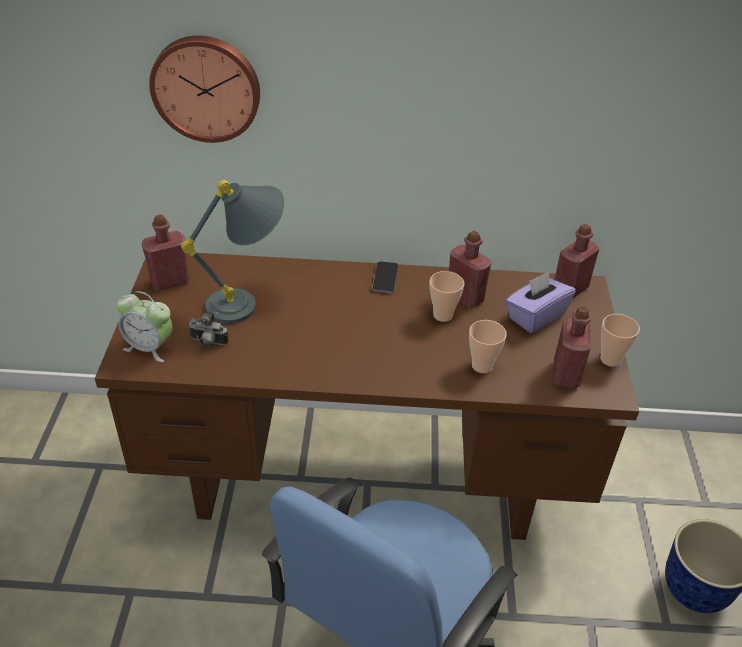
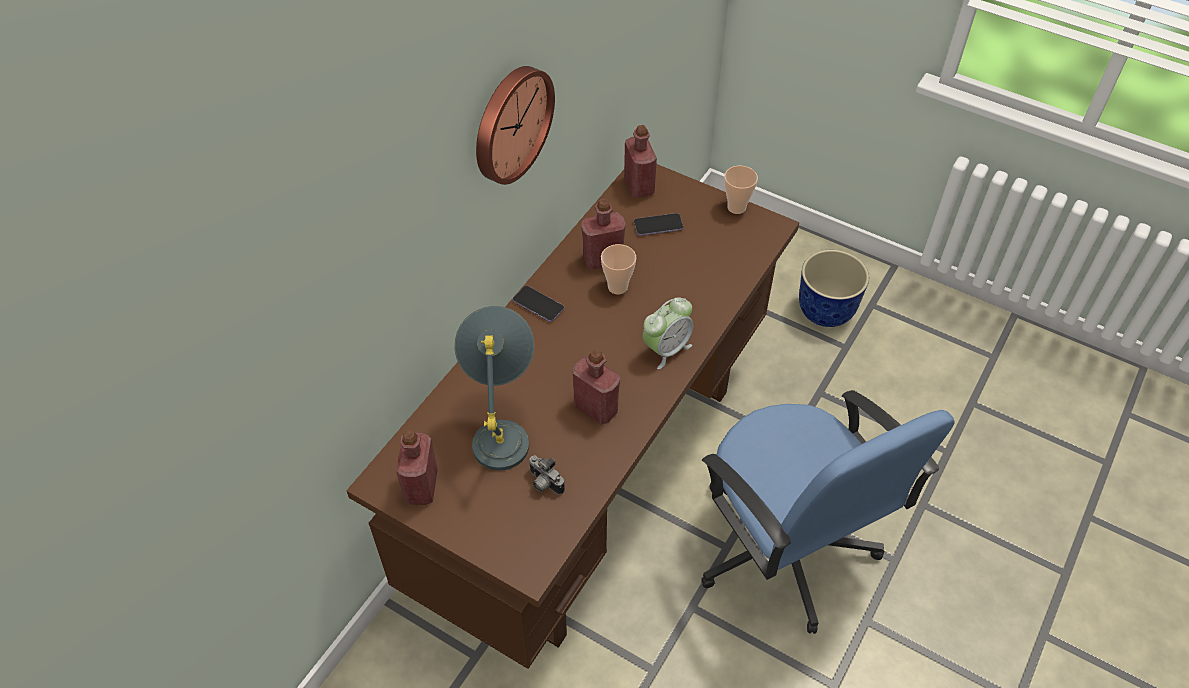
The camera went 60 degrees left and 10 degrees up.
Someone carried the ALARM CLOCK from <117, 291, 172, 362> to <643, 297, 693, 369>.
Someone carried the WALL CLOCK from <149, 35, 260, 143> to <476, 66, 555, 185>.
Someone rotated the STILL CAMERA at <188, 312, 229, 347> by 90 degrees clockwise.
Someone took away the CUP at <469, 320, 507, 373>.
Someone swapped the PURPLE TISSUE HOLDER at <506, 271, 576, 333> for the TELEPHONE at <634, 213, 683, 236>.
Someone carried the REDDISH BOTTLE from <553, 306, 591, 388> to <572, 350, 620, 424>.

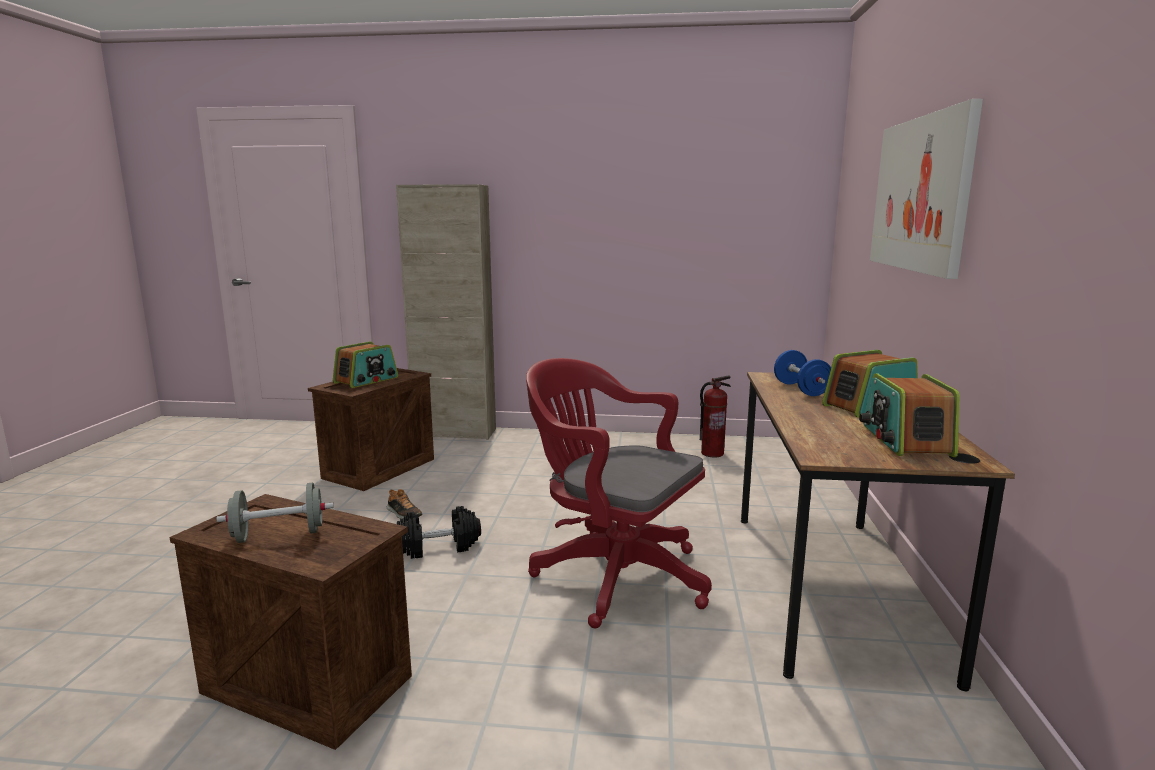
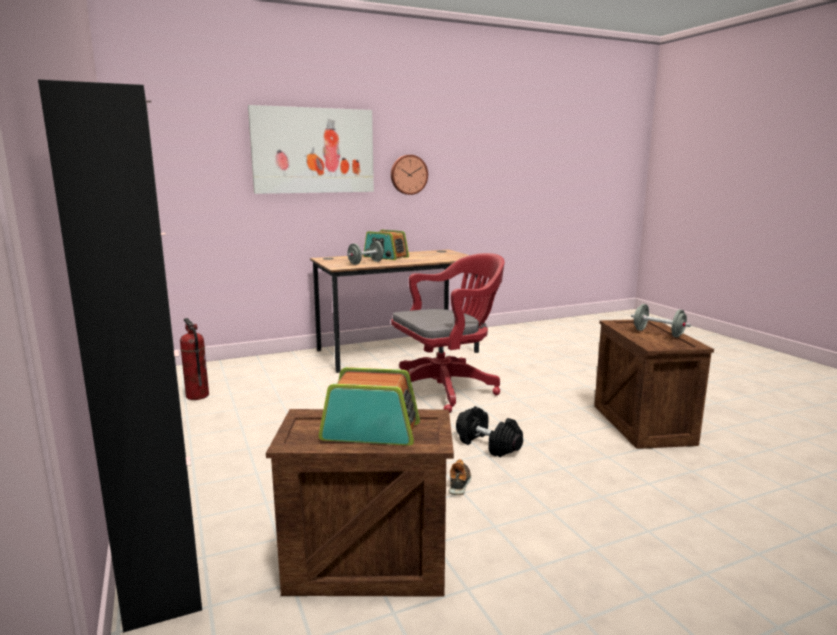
The camera went 120 degrees left and 0 degrees up.
Someone repainted the SAND-COLOURED CABINET at <396, 184, 496, 440>, which became the BLACKISH CABINET at <38, 80, 202, 632>.
Someone rotated the REDDISH OFFICE CHAIR at <526, 358, 712, 628> by 120 degrees counterclockwise.
Someone repainted the BLUISH HAND WEIGHT at <774, 350, 831, 396>, which became the GREYISH HAND WEIGHT at <347, 241, 384, 265>.
Someone took away the RADIO RECEIVER at <859, 374, 960, 457>.
Someone put up the WALL CLOCK at <391, 155, 428, 195>.

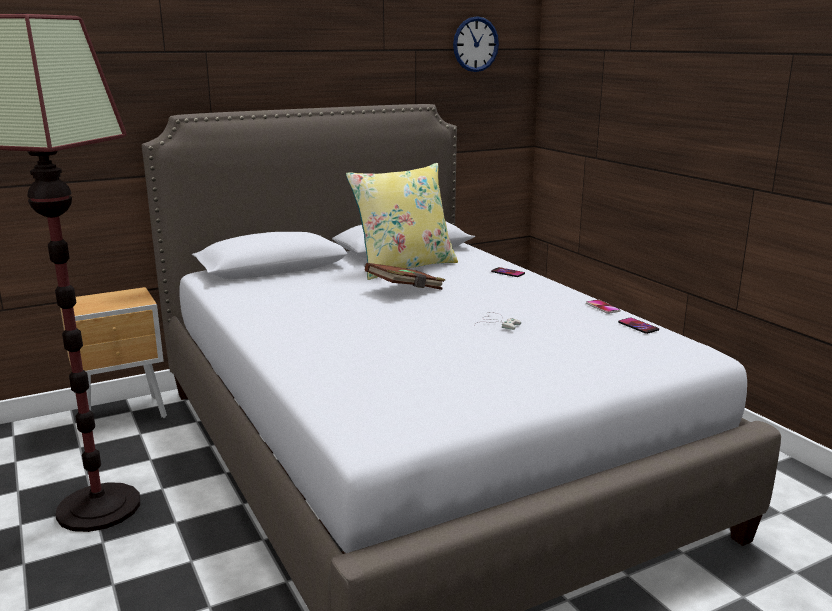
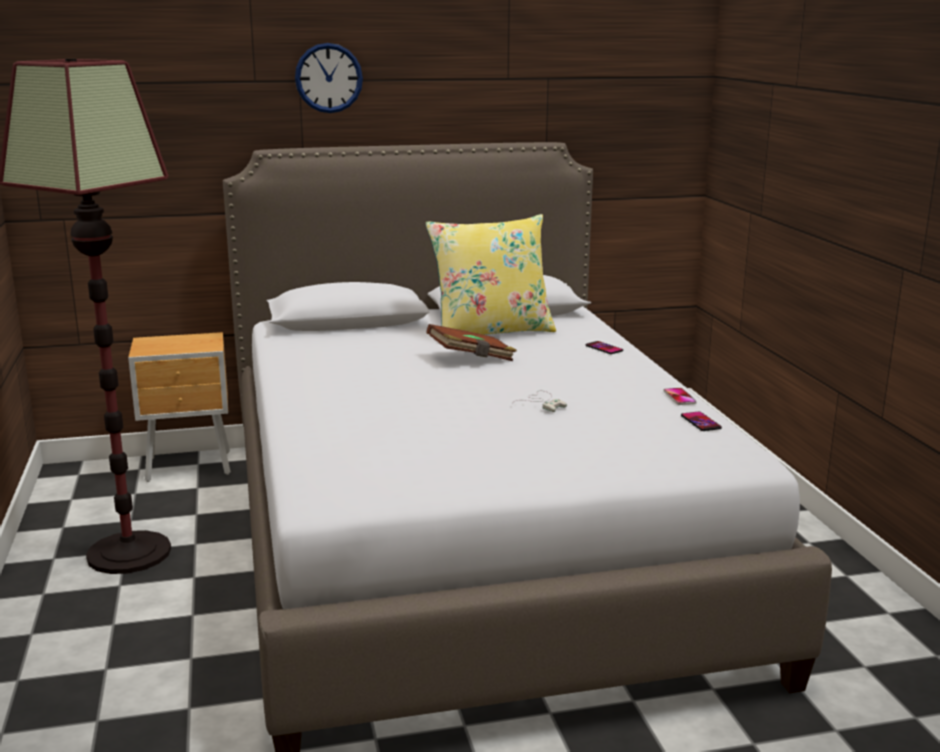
The camera went 15 degrees right and 0 degrees up.
Someone carried the WALL CLOCK from <453, 16, 499, 72> to <295, 43, 363, 113>.

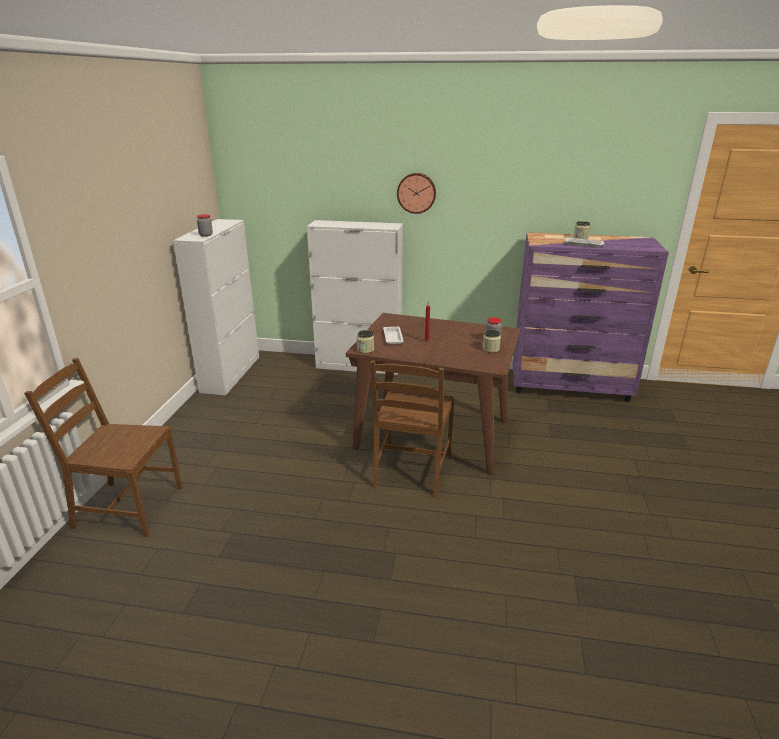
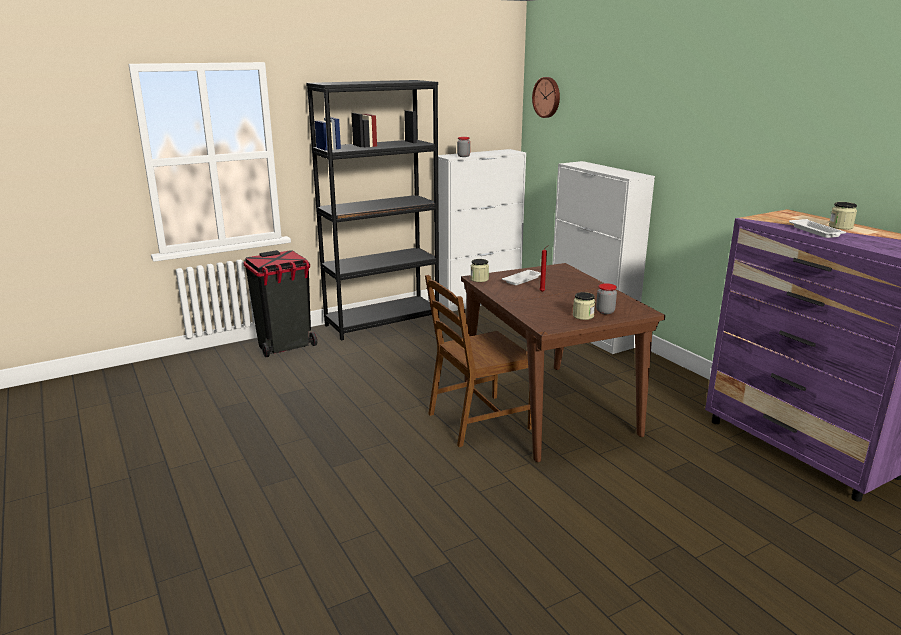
The camera went 50 degrees right and 5 degrees down.
Someone swapped the BROWN CHAIR at <24, 358, 183, 537> for the BLACKISH TRASH CAN at <244, 250, 317, 357>.
Someone carried the WALL CLOCK from <397, 173, 436, 214> to <532, 77, 560, 118>.
Someone put down the BLACKISH BOOKCASE at <306, 80, 439, 341>.

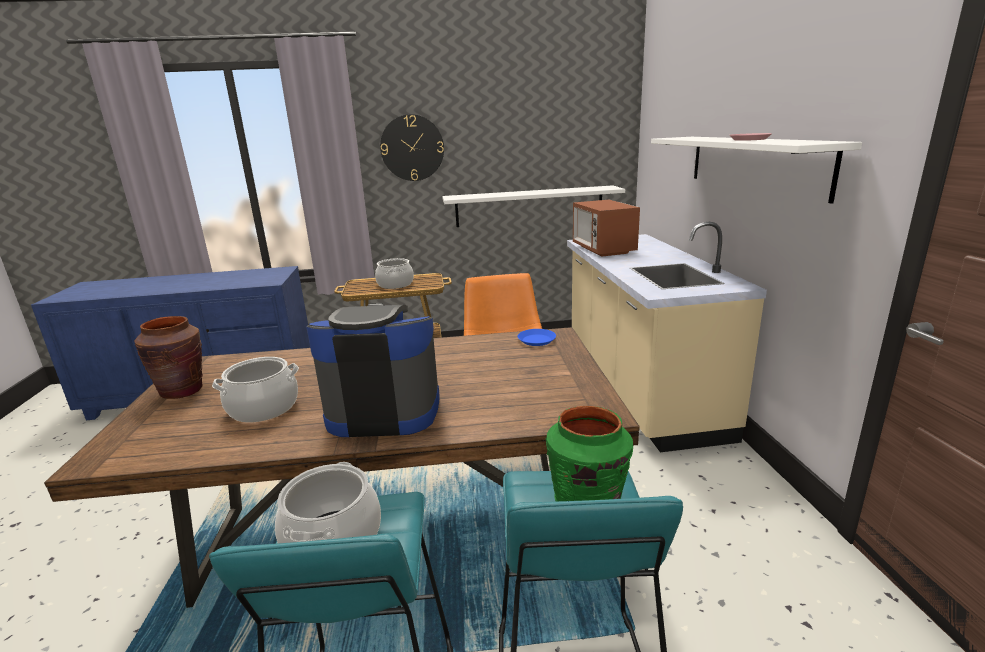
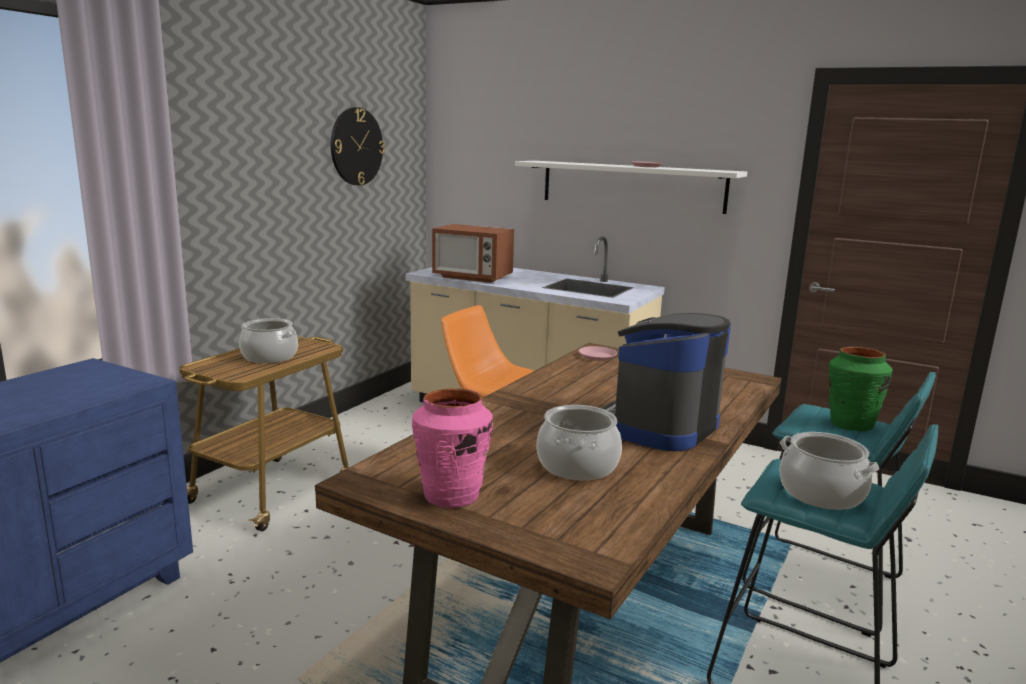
The camera went 55 degrees left and 5 degrees down.
Someone repainted the BROWN FLOWER VASE at <135, 316, 203, 399>, which became the PINKISH FLOWER VASE at <412, 388, 493, 508>.
Someone carried the WALL CLOCK from <380, 114, 444, 181> to <331, 107, 385, 186>.
Someone took away the WHITE-COLOURED SHELF at <442, 185, 625, 227>.
Someone repainted the BLUISH DINNER PLATE at <518, 329, 556, 346>, which became the PINKISH DINNER PLATE at <579, 346, 617, 361>.

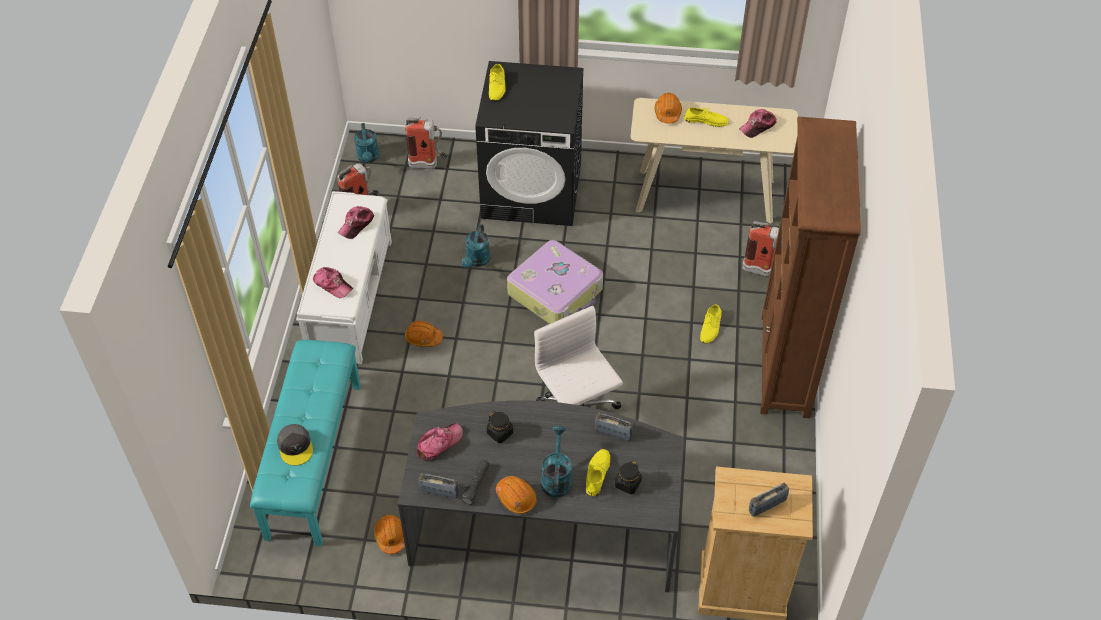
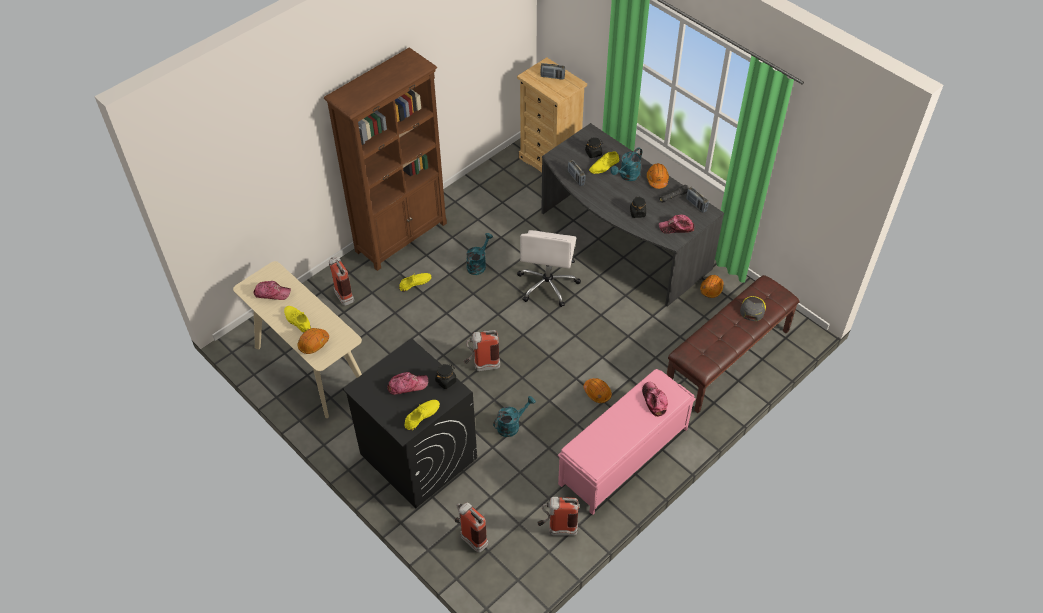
The camera went 140 degrees left and 0 degrees up.
Someone repainted the TURQUOISE LONG SEAT at <250, 340, 361, 546>, which became the BROWN LONG SEAT at <667, 275, 800, 413>.
Someone repainted the WHITE-COLOURED LONG SEAT at <296, 191, 392, 364>, which became the PINKISH LONG SEAT at <558, 369, 696, 515>.
Someone carried the CAP from <338, 206, 374, 239> to <387, 372, 428, 395>.
Someone carried the TURQUOISE WATERING POT from <354, 123, 379, 163> to <466, 233, 493, 275>.
Someone swapped the TRAVEL CASE at <507, 240, 603, 324> for the EXTINGUISHER at <464, 330, 500, 371>.
Someone put down the BLACKISH STORAGE JAR at <435, 364, 457, 389>.

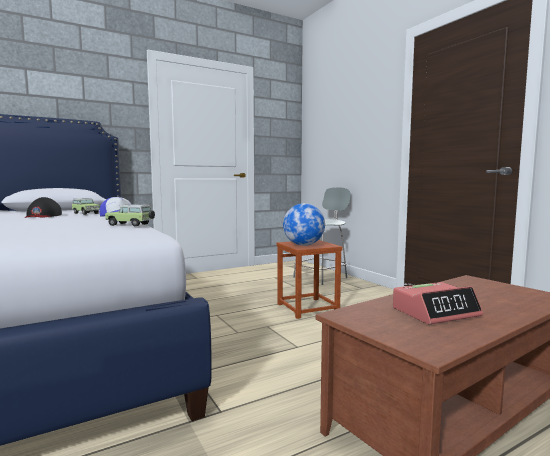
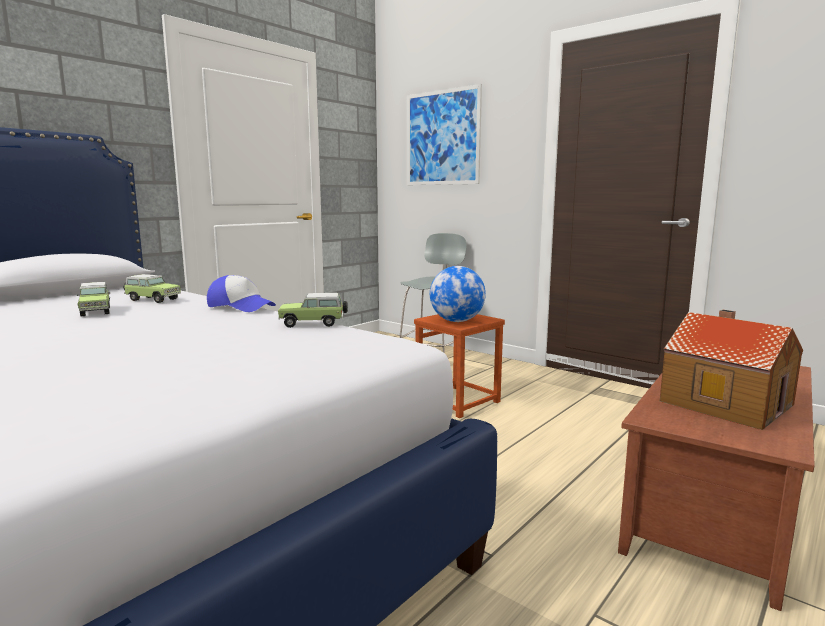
The camera went 20 degrees left and 5 degrees up.
Someone swapped the BLACKISH CAP at <24, 197, 62, 218> for the TOY CAR at <77, 282, 110, 316>.
Someone swapped the ALARM CLOCK at <393, 282, 483, 324> for the MODEL HOUSE at <660, 310, 803, 430>.
Someone put up the WALL PICTURE at <407, 84, 482, 185>.

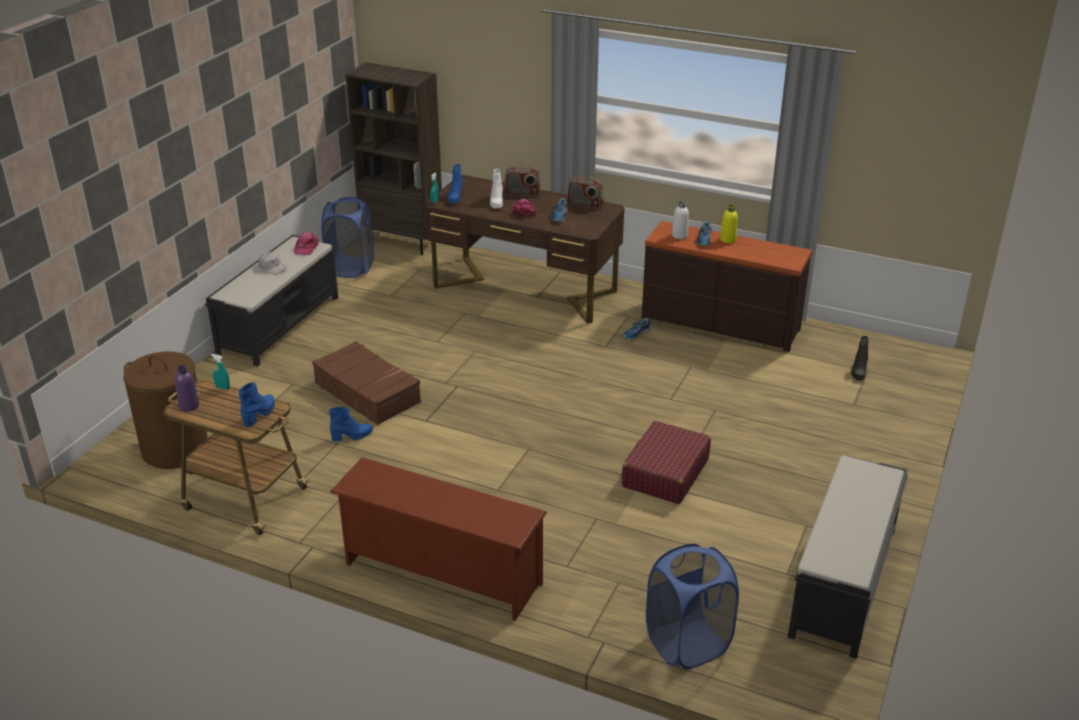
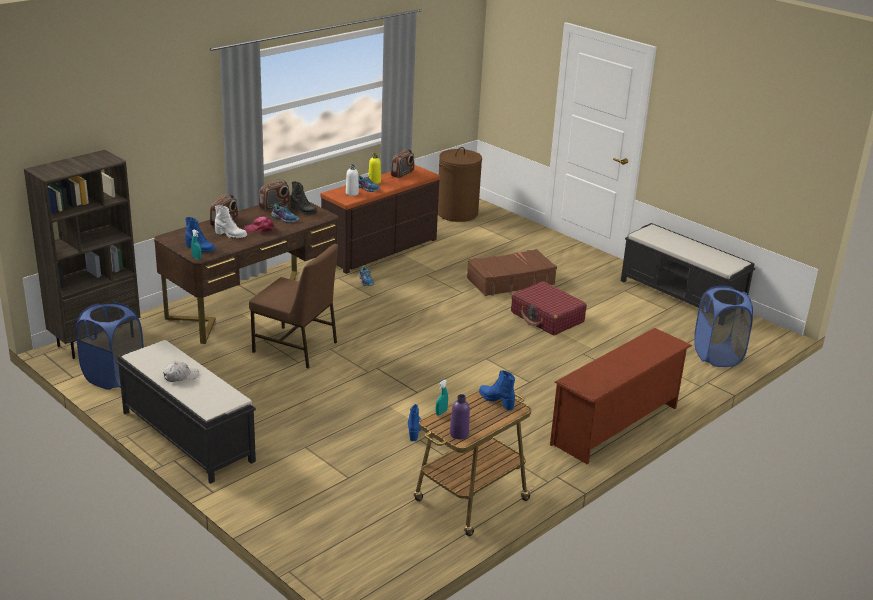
The camera went 70 degrees left and 5 degrees down.
Someone carried the BROWN WASHING BASKET from <123, 352, 208, 469> to <438, 147, 482, 222>.
Someone took away the PINKISH CAP at <294, 232, 319, 255>.
Someone carried the BROWN TRAVEL CASE from <312, 341, 421, 425> to <467, 249, 557, 296>.
Someone carried the BLACKISH TALL BOOT from <851, 336, 869, 381> to <291, 182, 317, 215>.
Someone put down the BROWN CHAIR at <249, 244, 338, 368>.
Someone put down the RADIO RECEIVER at <391, 149, 414, 178>.

